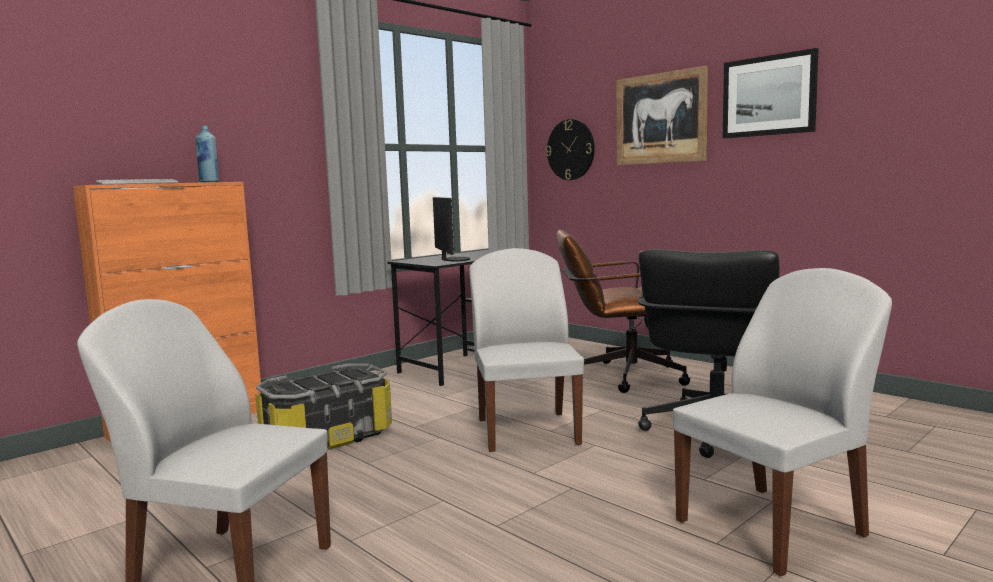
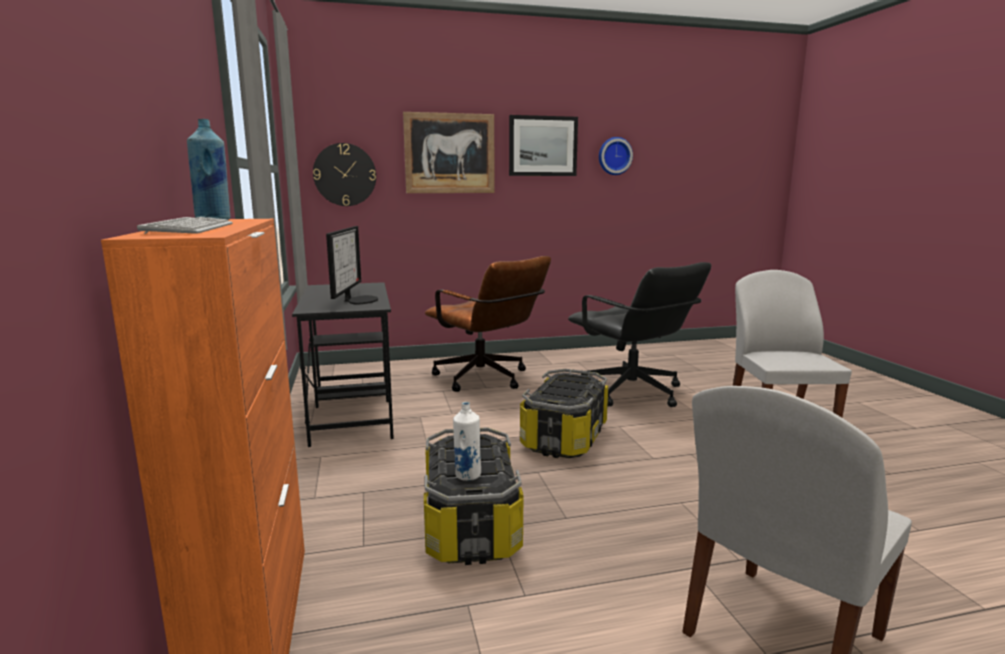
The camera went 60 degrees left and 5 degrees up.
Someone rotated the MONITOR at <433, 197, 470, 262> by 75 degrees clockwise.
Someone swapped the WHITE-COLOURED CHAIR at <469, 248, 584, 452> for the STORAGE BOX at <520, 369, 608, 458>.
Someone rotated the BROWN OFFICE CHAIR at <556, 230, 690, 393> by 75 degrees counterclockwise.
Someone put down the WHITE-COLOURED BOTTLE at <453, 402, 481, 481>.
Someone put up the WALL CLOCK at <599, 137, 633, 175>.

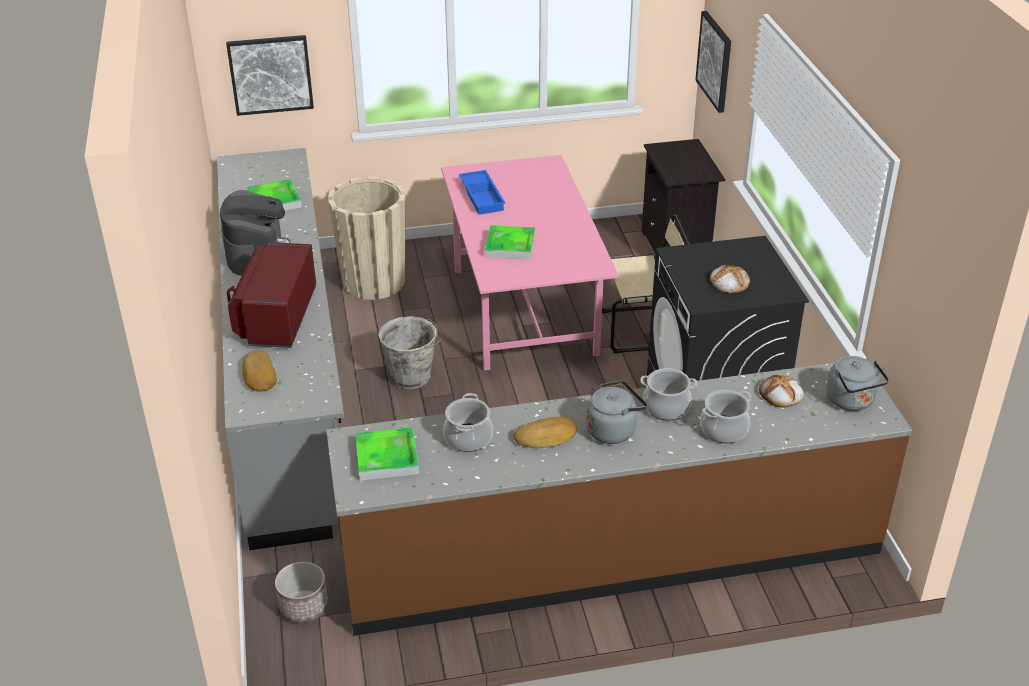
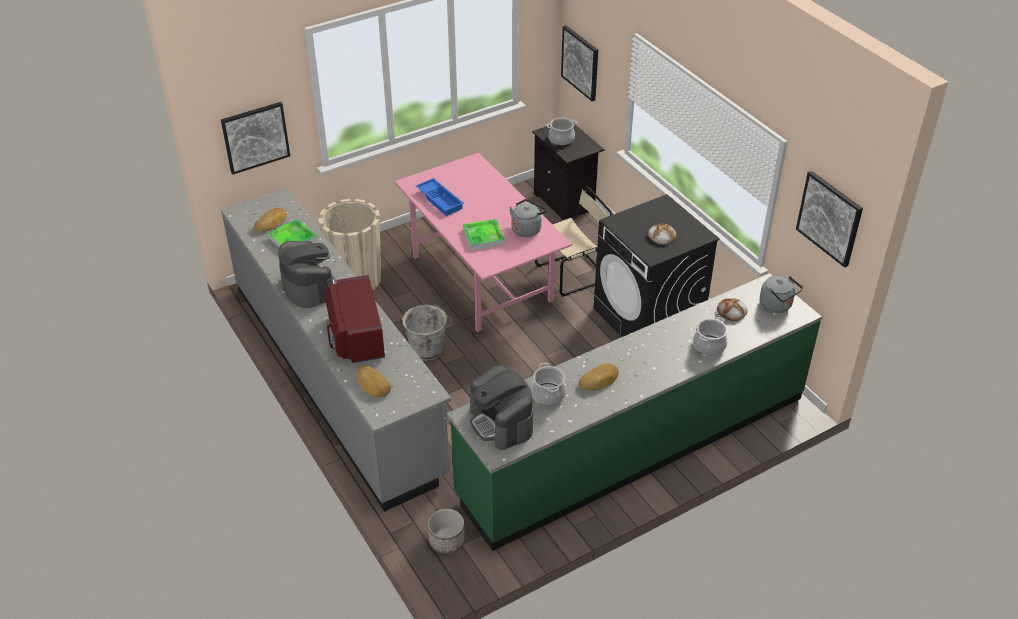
The camera went 20 degrees left and 5 degrees up.
Someone repainted the BROWN KITCHEN BASE UNIT at <326, 363, 912, 636>, which became the GREEN KITCHEN BASE UNIT at <447, 273, 822, 551>.
Someone swapped the CARRYING TRAY at <355, 427, 419, 481> for the COFFEE BREWER at <470, 365, 533, 450>.
Someone carried the GREYISH KETTLE from <586, 380, 648, 444> to <509, 199, 547, 237>.
Someone carried the STOCKPOT from <640, 368, 698, 420> to <547, 118, 577, 146>.
Someone put down the BREAD at <254, 208, 287, 232>.
Someone put up the WALL PICTURE at <796, 171, 863, 267>.

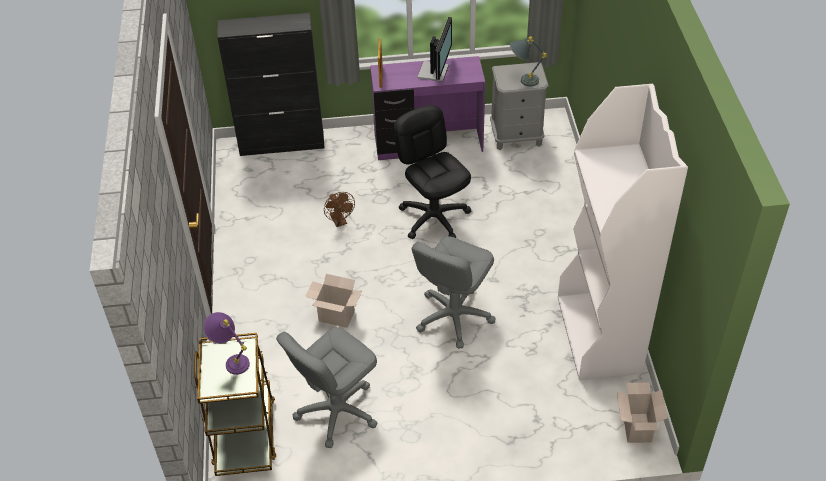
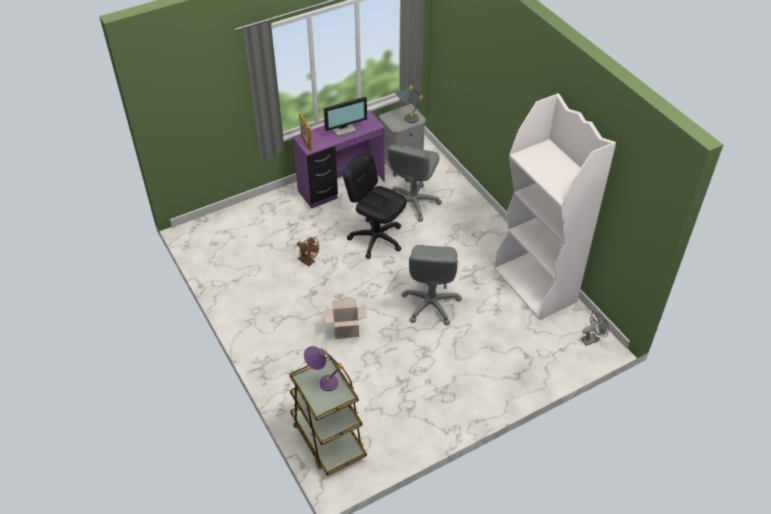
The camera went 25 degrees left and 0 degrees up.
Someone took away the BLACKISH CABINET at <217, 13, 324, 156>.
Someone carried the GREYISH OFFICE CHAIR from <276, 327, 377, 448> to <388, 144, 442, 222>.
Someone rotated the MONITOR at <417, 17, 452, 82> by 75 degrees clockwise.
Someone swapped the PACKING BOX at <617, 382, 667, 443> for the GREYISH FAN at <581, 311, 609, 346>.

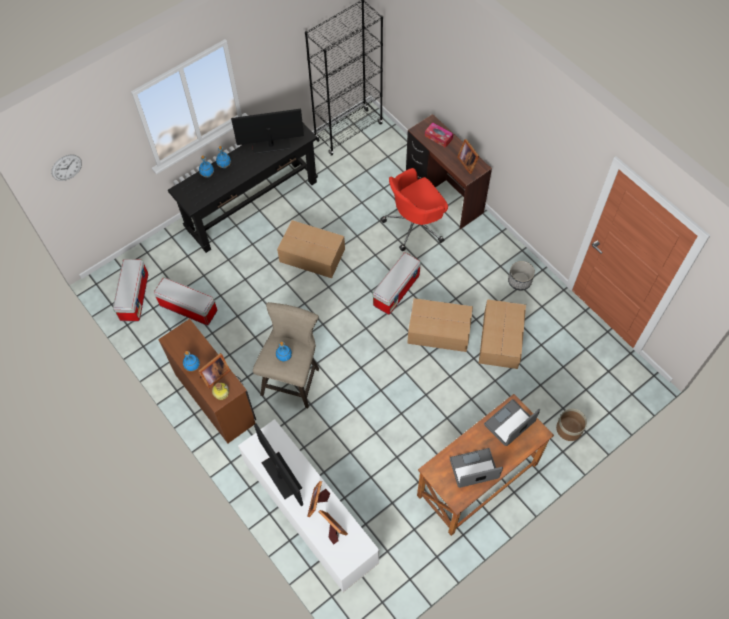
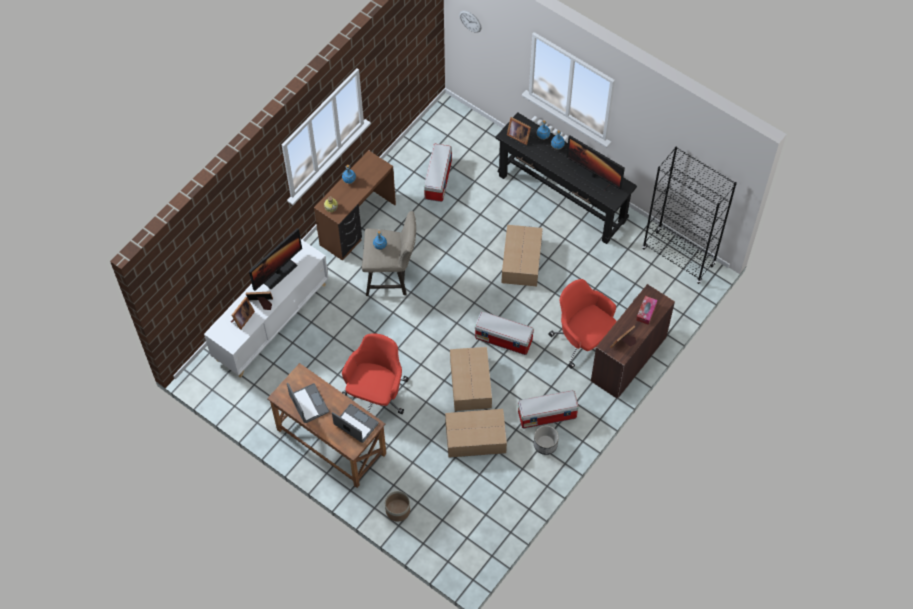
The camera went 75 degrees right and 0 degrees up.
Someone carried the STORAGE BOX from <113, 259, 149, 322> to <518, 390, 579, 429>.
Someone carried the PHOTO FRAME from <198, 353, 231, 388> to <507, 117, 531, 145>.
Someone rotated the MONITOR at <231, 109, 304, 154> by 150 degrees clockwise.
Someone put down the REDDISH OFFICE CHAIR at <342, 333, 409, 414>.

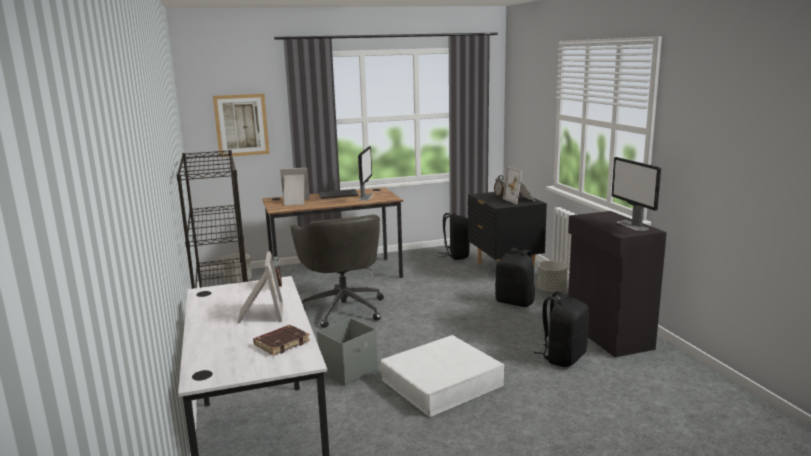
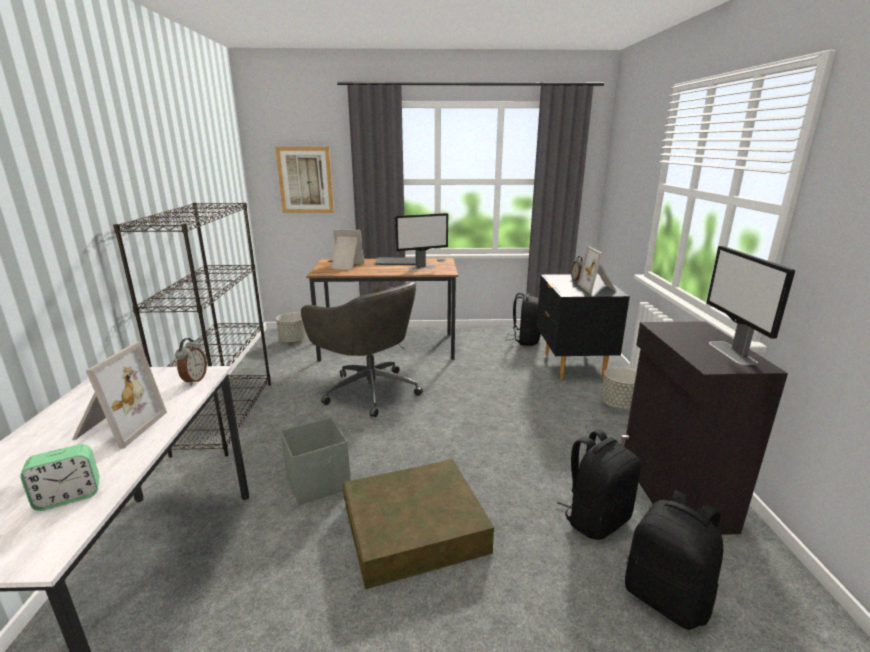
The camera went 15 degrees right and 5 degrees up.
Someone swapped the BROWN BOOK at <253, 325, 310, 356> for the ALARM CLOCK at <20, 444, 99, 511>.
Someone rotated the GREYISH OFFICE CHAIR at <291, 215, 384, 328> by 45 degrees counterclockwise.
Someone rotated the MONITOR at <358, 146, 373, 201> by 45 degrees clockwise.
Someone repainted the WHITE-COLOURED STORAGE BOX at <380, 335, 504, 417>, which became the BROWN STORAGE BOX at <342, 459, 494, 589>.
Someone carried the BLACKISH KNAPSACK from <495, 248, 535, 307> to <625, 490, 723, 630>.

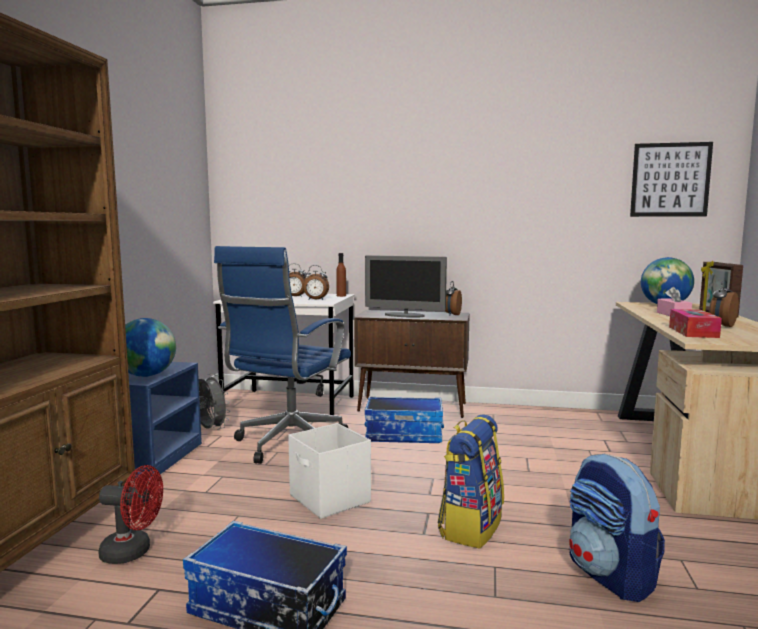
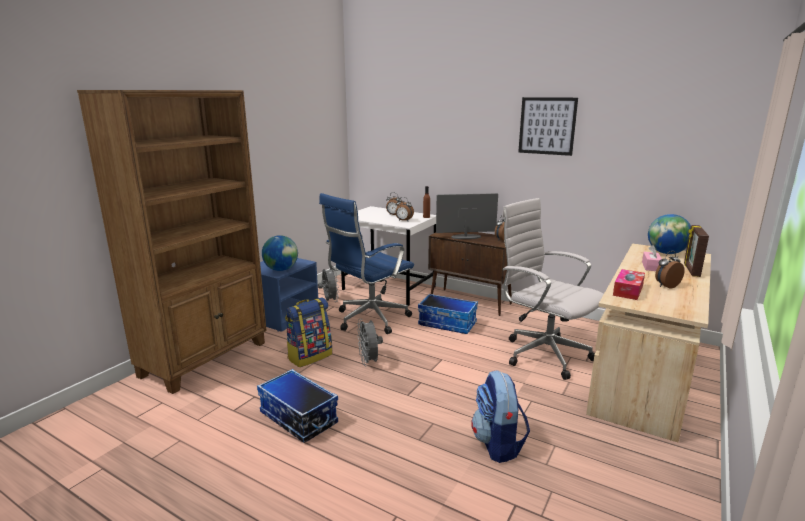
The camera went 20 degrees right and 10 degrees up.
Someone took away the REDDISH FAN at <98, 465, 163, 564>.
Someone swapped the WHITE-COLOURED STORAGE BOX at <288, 423, 371, 519> for the GREYISH FAN at <357, 318, 383, 366>.
Someone rotated the MONITOR at <365, 255, 447, 318> by 135 degrees clockwise.
Someone carried the KNAPSACK from <438, 414, 504, 549> to <285, 297, 332, 367>.
Someone carried the WALL PICTURE from <630, 142, 713, 217> to <518, 97, 578, 156>.
Someone put down the WHITE-COLOURED OFFICE CHAIR at <502, 198, 604, 380>.

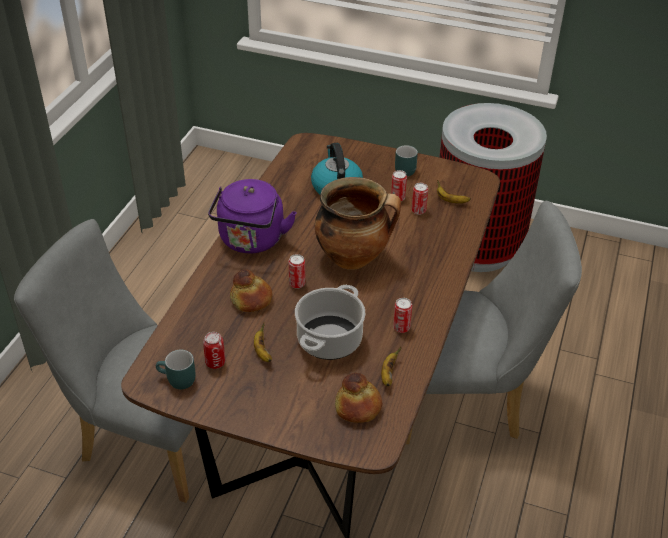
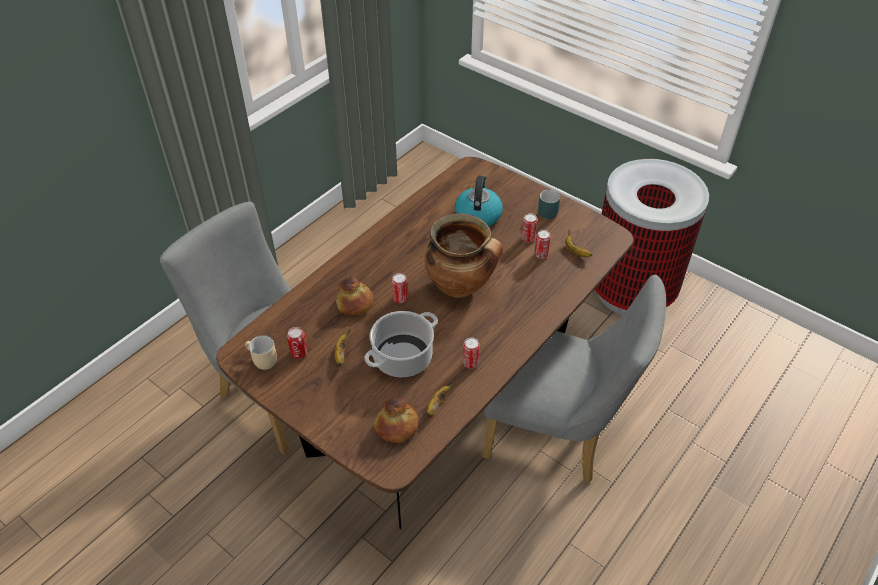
The camera went 20 degrees right and 5 degrees up.
Someone repainted the TURQUOISE COFFEE MUG at <156, 350, 195, 389>, which became the SAND-COLOURED COFFEE MUG at <245, 335, 277, 370>.
Someone took away the PURPLE KETTLE at <208, 179, 297, 254>.

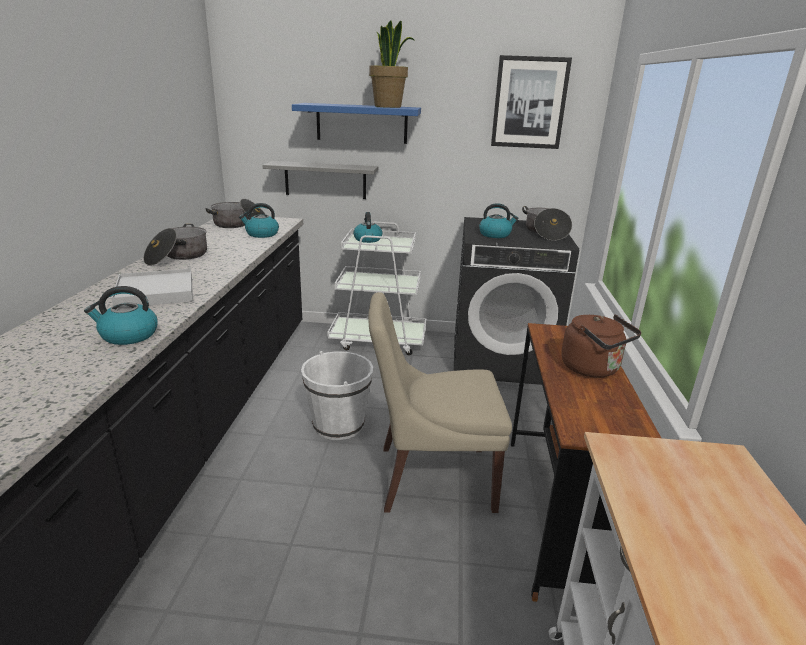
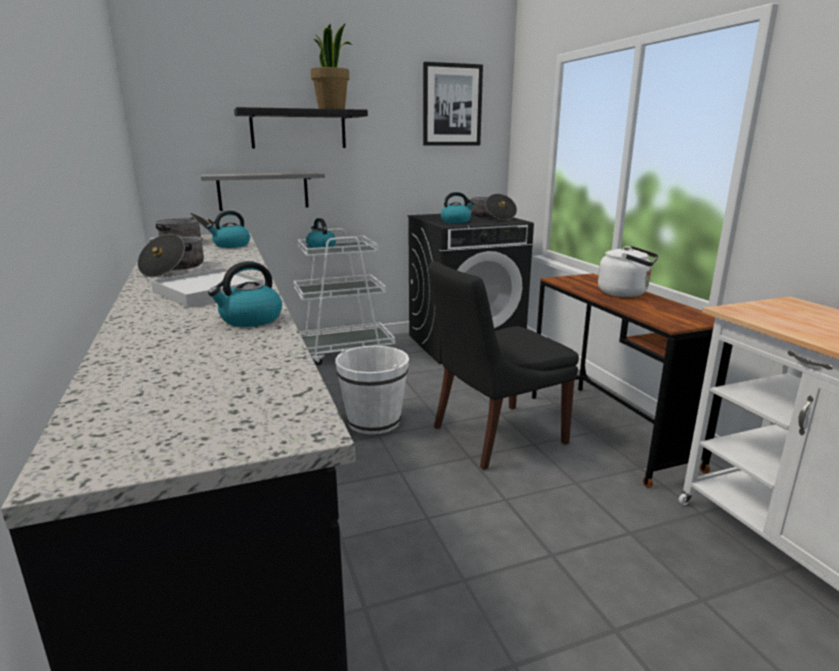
The camera went 25 degrees left and 5 degrees down.
Someone repainted the BLUISH SHELF at <292, 103, 421, 144>, which became the BLACKISH SHELF at <234, 107, 368, 148>.
Someone repainted the SAND-COLOURED CHAIR at <368, 292, 512, 513>, which became the BLACKISH CHAIR at <428, 261, 579, 470>.
Someone repainted the BROWN KETTLE at <561, 315, 641, 378>, which became the WHITE-COLOURED KETTLE at <598, 246, 659, 297>.

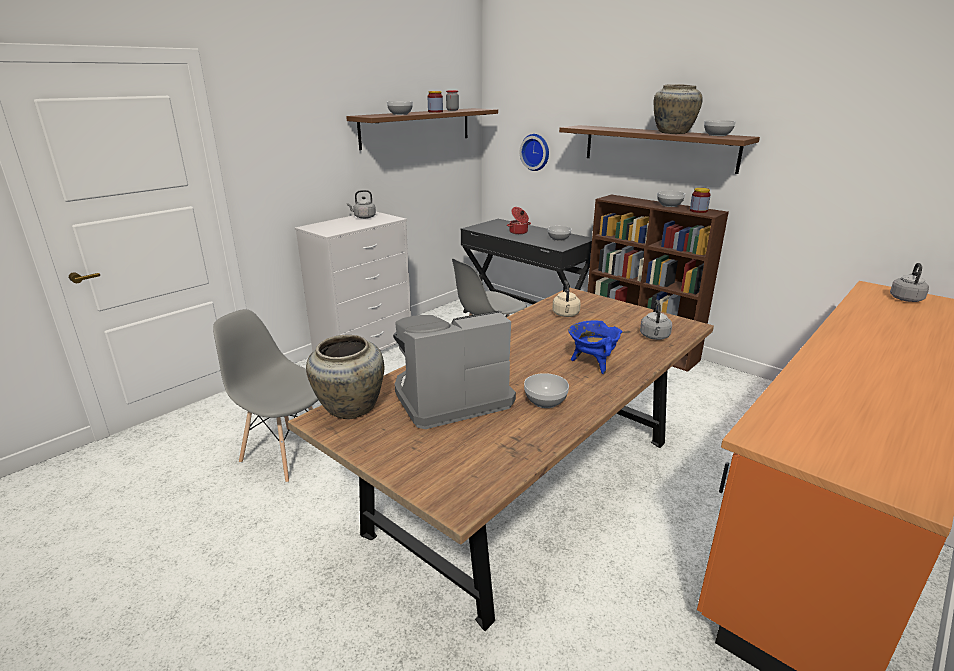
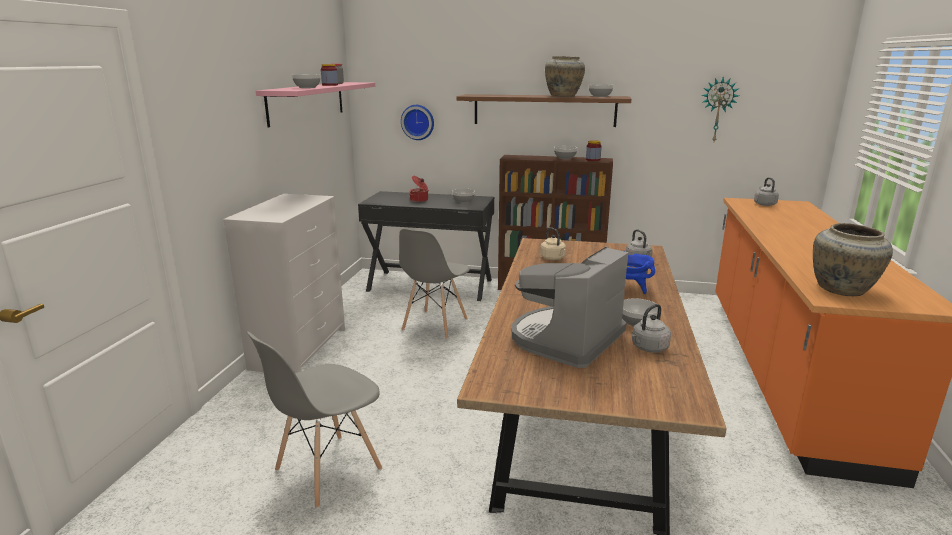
The camera went 30 degrees left and 5 degrees down.
Someone rotated the GREYISH CHAIR at <213, 309, 318, 483> by 45 degrees counterclockwise.
Someone carried the SAND-COLOURED FLOWER VASE from <306, 335, 384, 419> to <813, 223, 893, 296>.
Someone repainted the BROWN SHELF at <346, 108, 498, 150>, which became the PINKISH SHELF at <256, 82, 375, 128>.
Someone carried the GREYISH KETTLE from <347, 190, 376, 219> to <631, 304, 671, 353>.
Someone put up the WALL CLOCK at <702, 77, 739, 142>.

